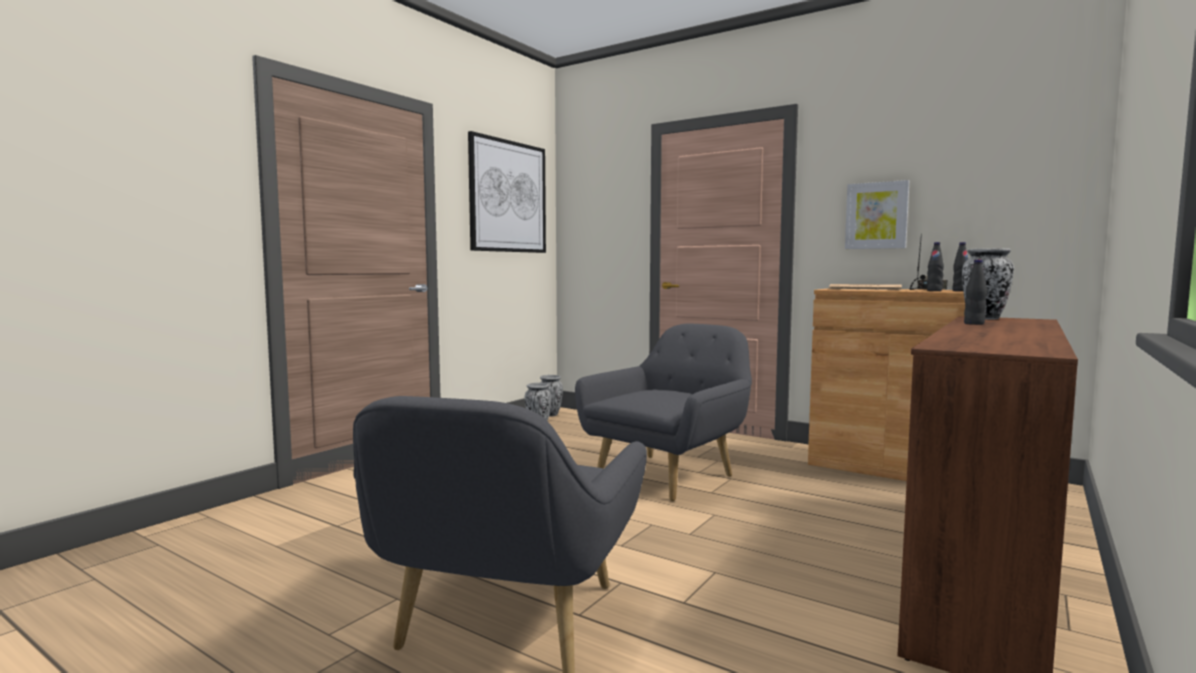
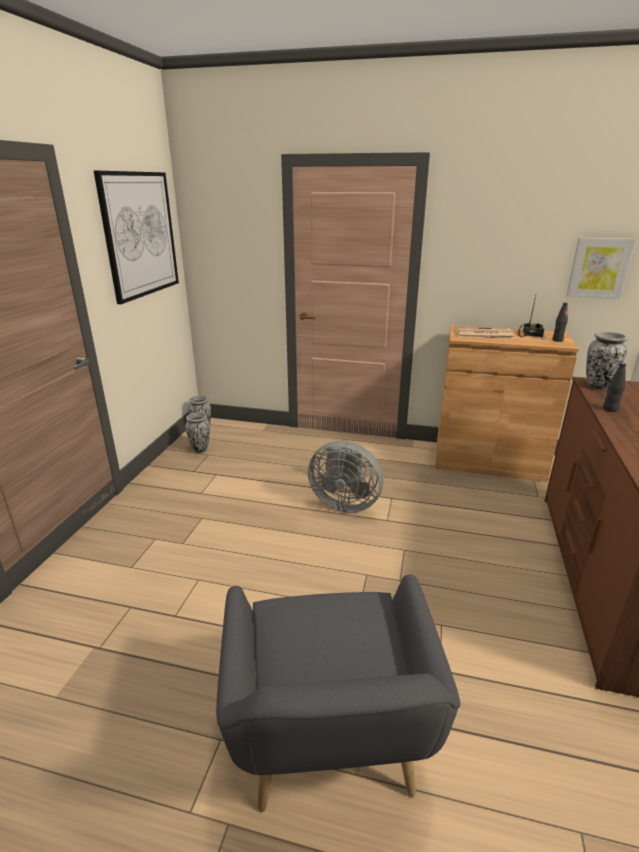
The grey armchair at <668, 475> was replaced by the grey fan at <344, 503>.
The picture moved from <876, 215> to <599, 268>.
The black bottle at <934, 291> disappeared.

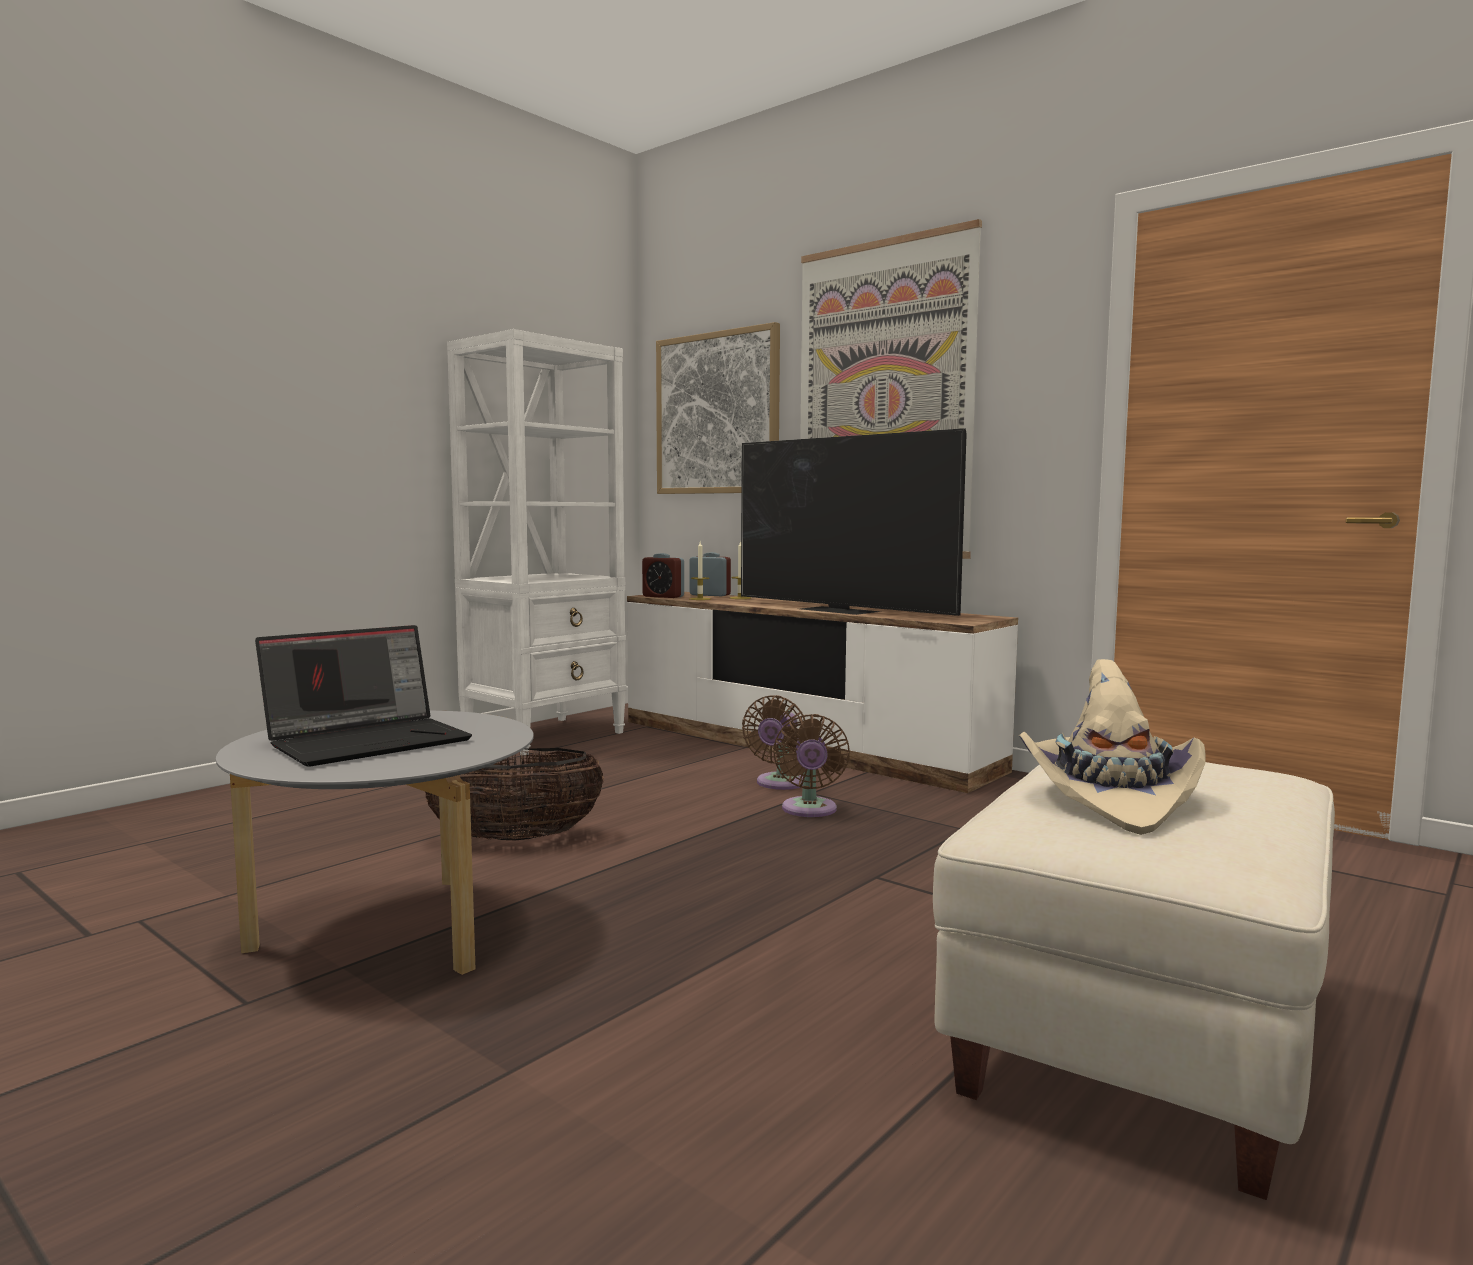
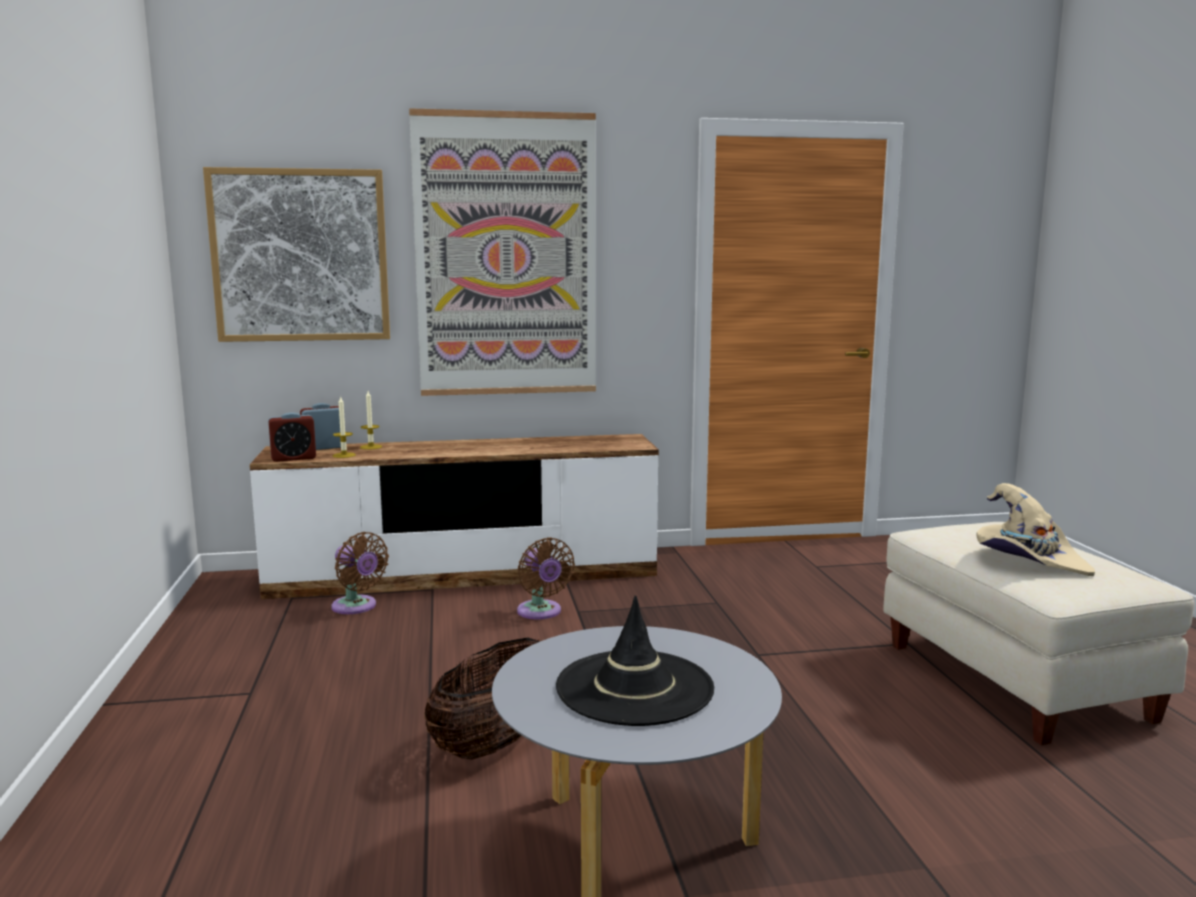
The brown fan moved from <809, 810> to <357, 607>.
The laptop at <370, 741> was replaced by the black hat at <634, 688>.
The white bookcase at <546, 736> disappeared.
The television at <840, 610> disappeared.

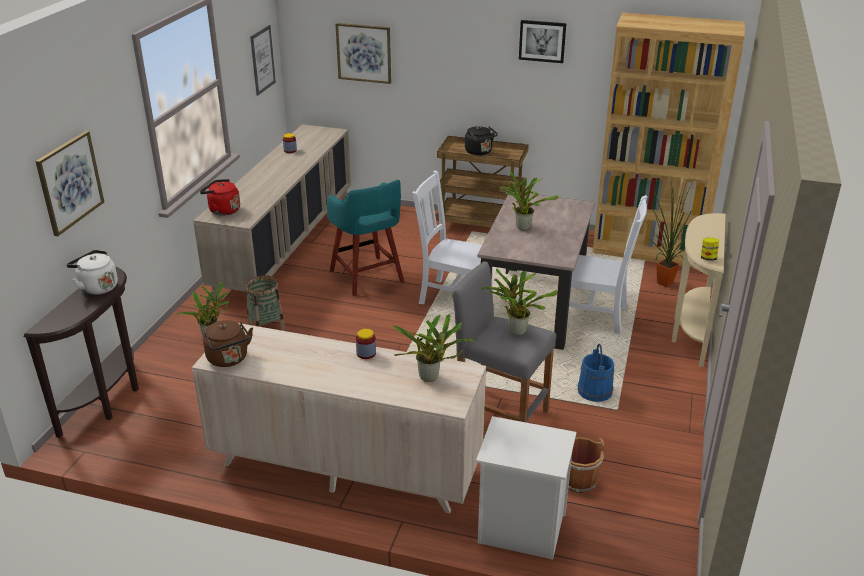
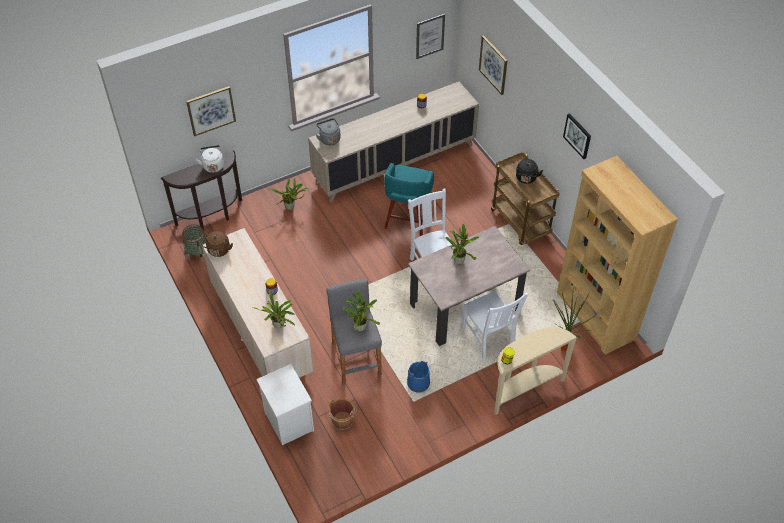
The basket moved from <266, 327> to <197, 253>.
The red kettle at <222, 210> became the grey kettle at <329, 139>.

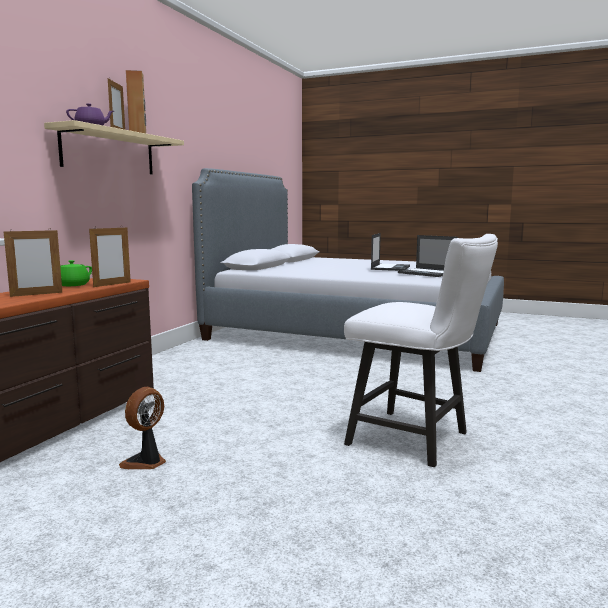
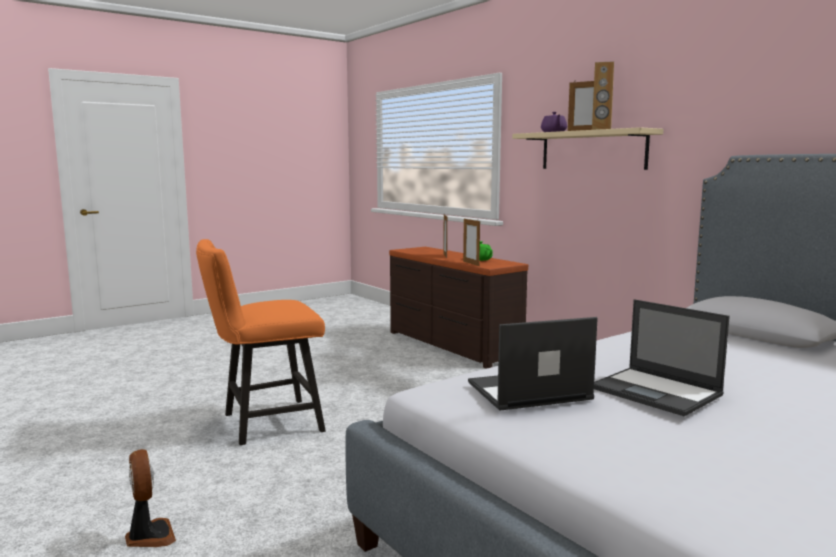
The fan moved from <146, 462> to <149, 536>.
The white chair at <416, 440> became the orange chair at <264, 423>.

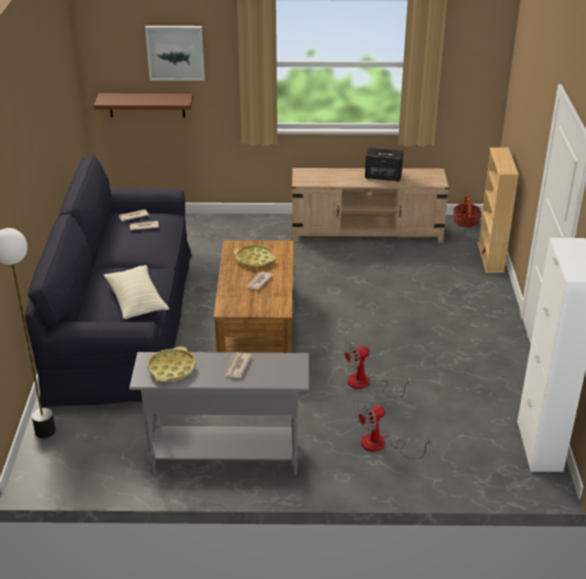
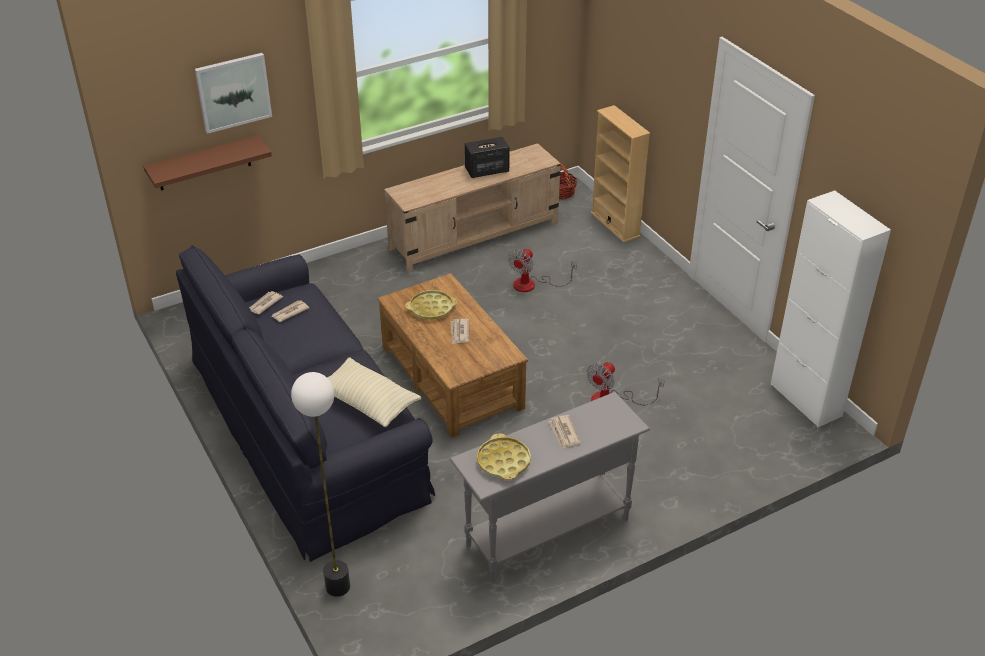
The fan moved from <382, 445> to <532, 284>.

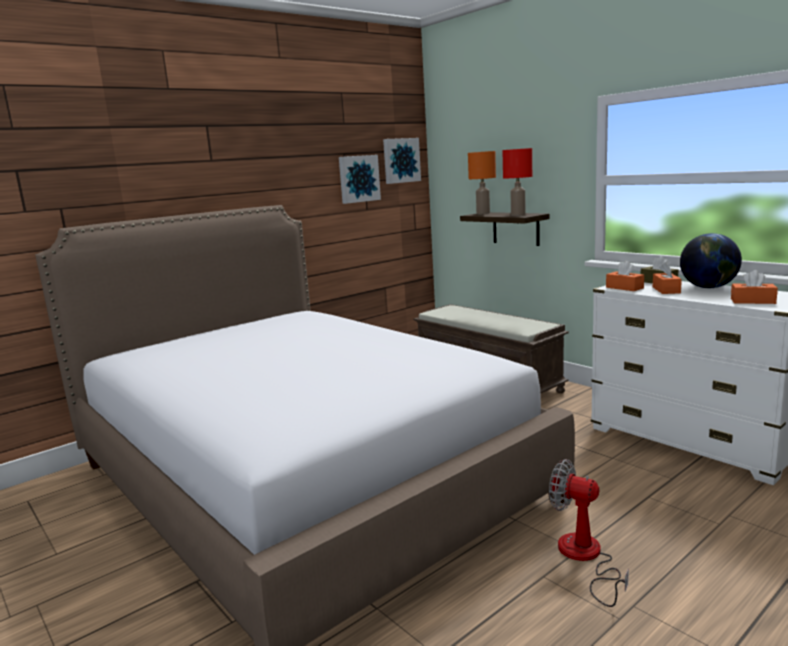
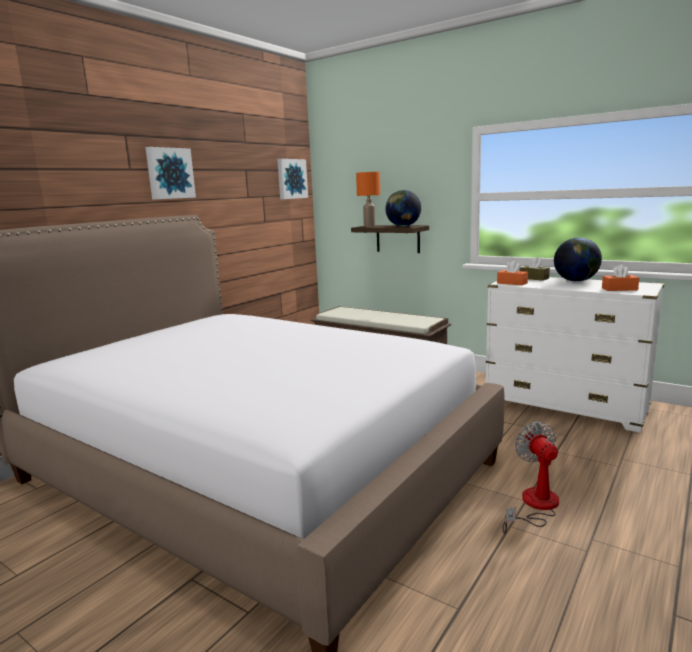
The picture moved from <358, 179> to <169, 173>.
The red table lamp at <517, 214> was replaced by the globe at <403, 226>.
The fan at <585, 558> turned 60 degrees clockwise.
The orange tissue box at <666, 290> disappeared.

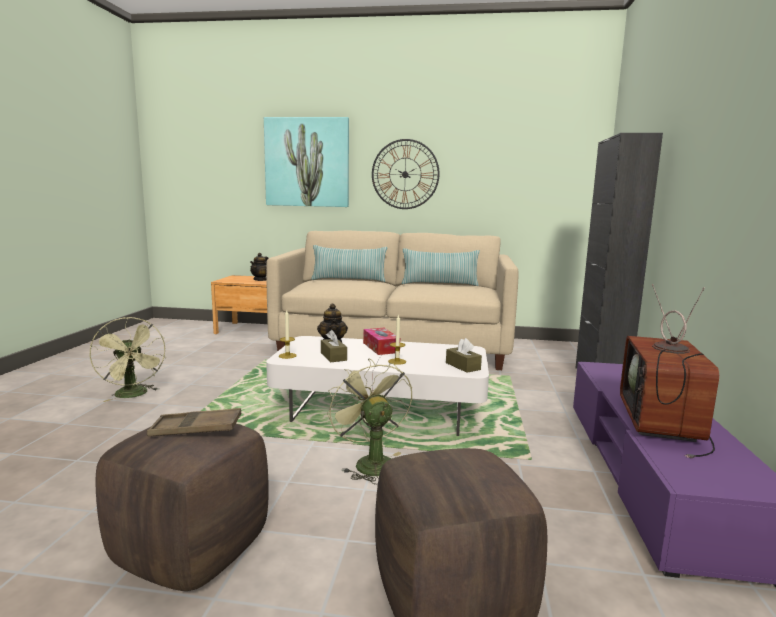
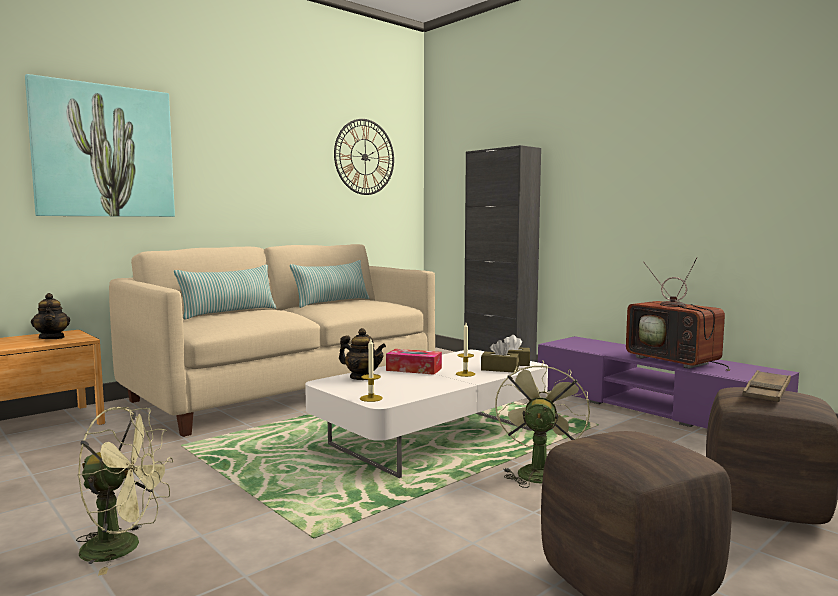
The wall clock moved from <405, 174> to <365, 157>.
The brown tissue box moved from <333, 356> to <499, 369>.
The green fan at <370, 462> turned 90 degrees clockwise.
The brown tray moved from <196, 429> to <766, 392>.

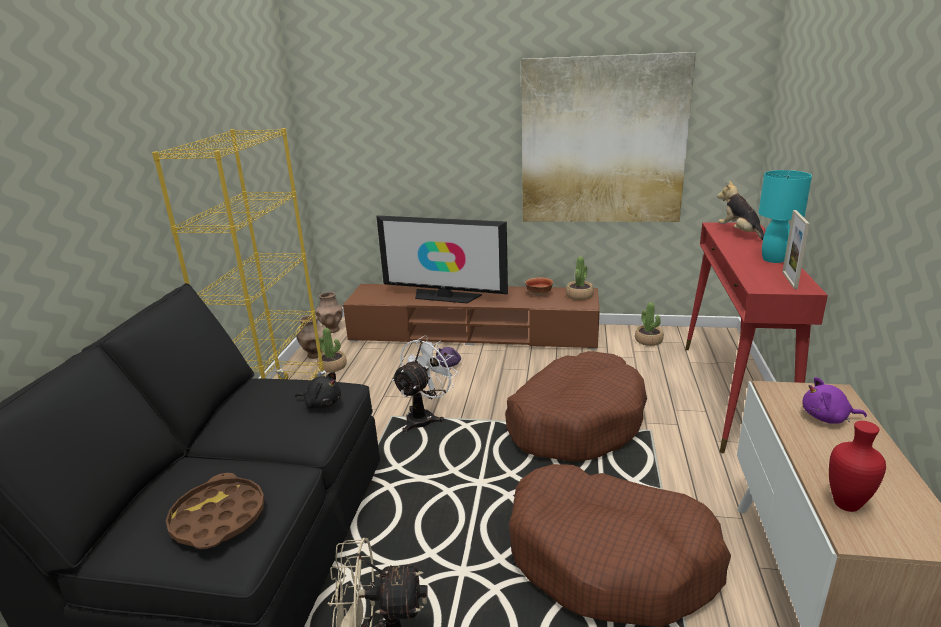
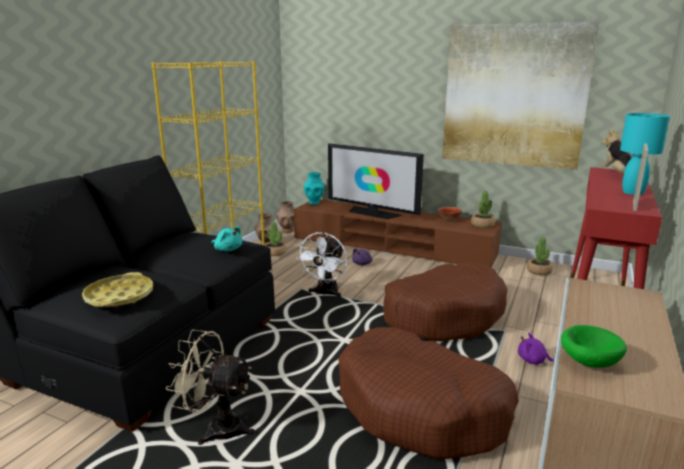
The brown tray at <218, 518> became the yellow tray at <119, 296>.
The black plush toy at <322, 403> became the turquoise plush toy at <227, 249>.
The white fan at <424, 417> turned 150 degrees clockwise.
The turquoise vase at <314, 203> appeared.
The purple plush toy moved from <827, 418> to <533, 361>.
The red vase at <844, 504> was replaced by the green bowl at <588, 361>.

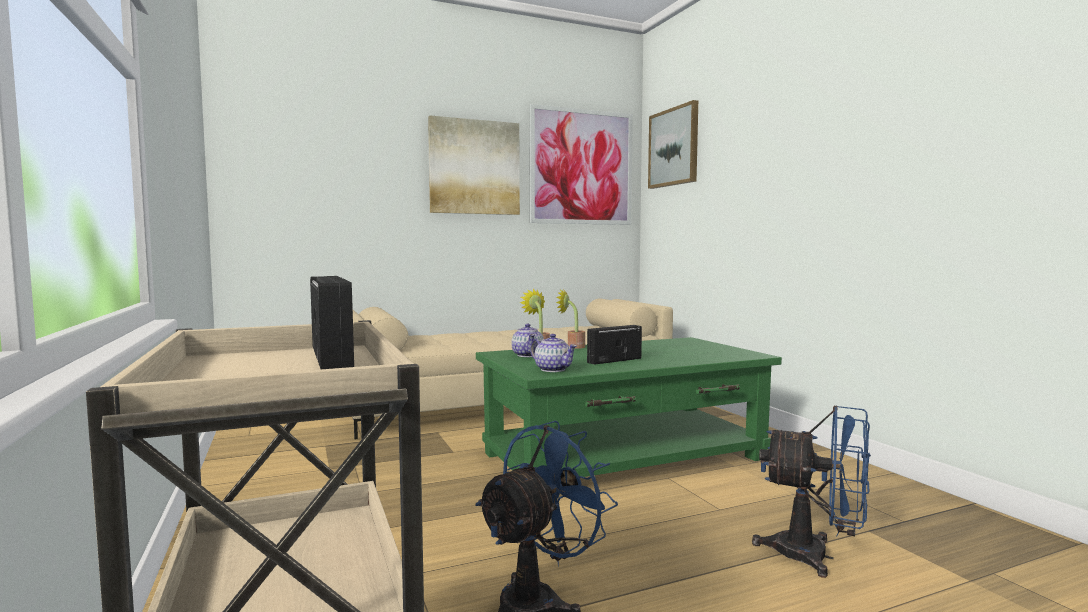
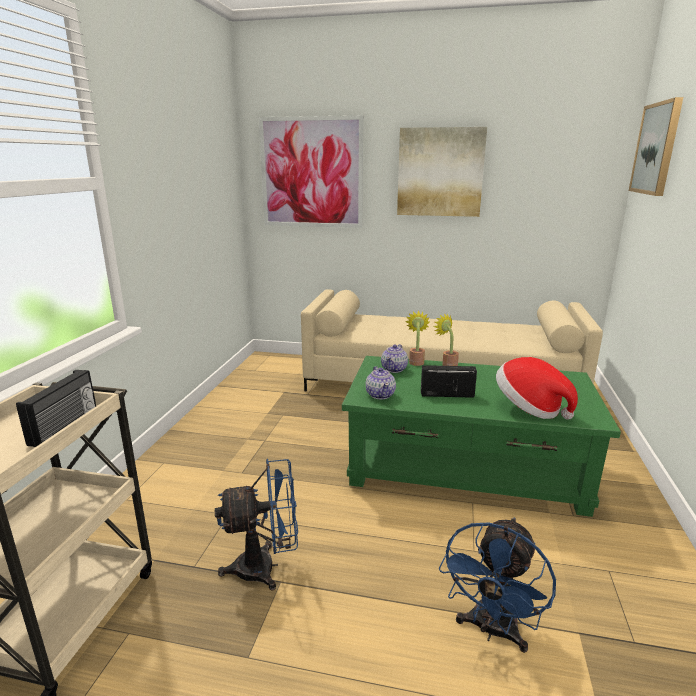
The picture moved from <581, 167> to <311, 173>.
The blue fan at <816, 556> turned 60 degrees clockwise.
The hat at <529, 408> appeared.

